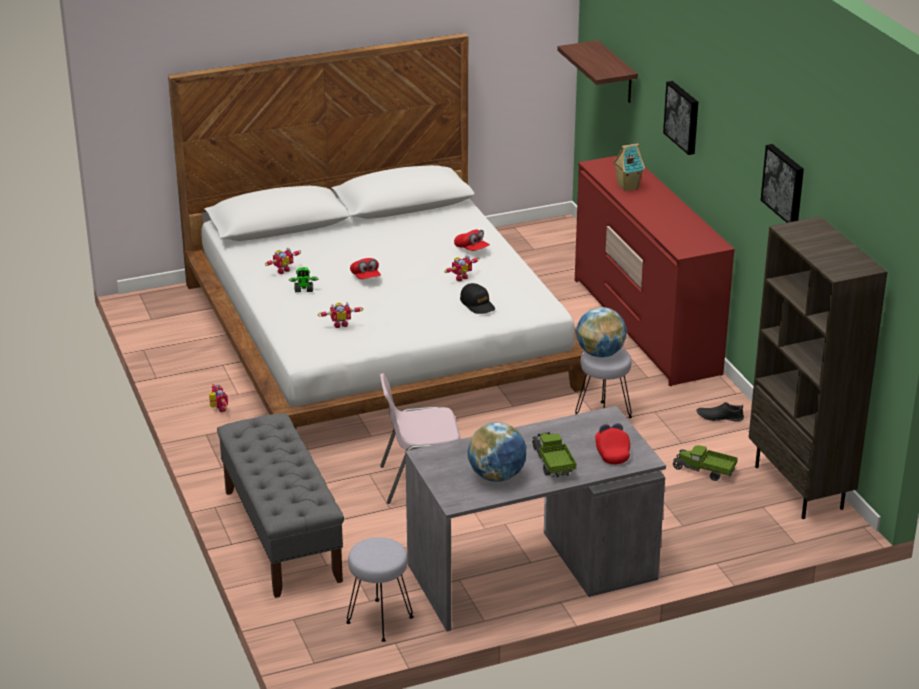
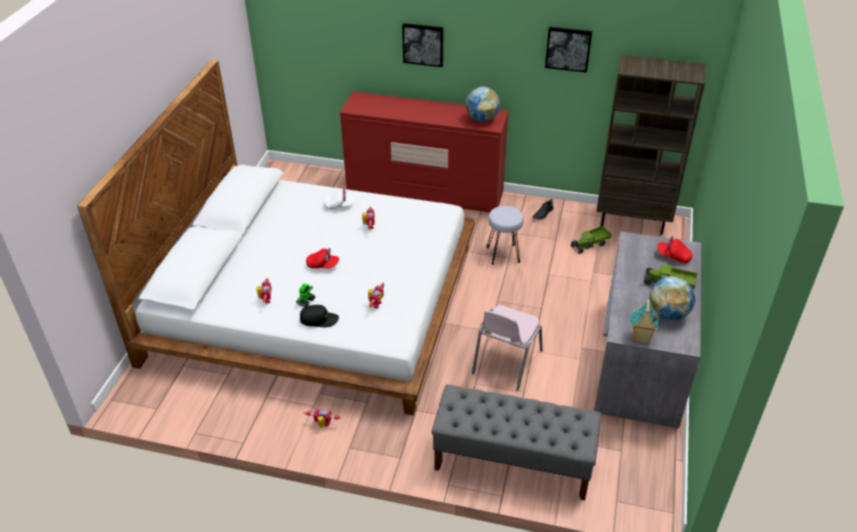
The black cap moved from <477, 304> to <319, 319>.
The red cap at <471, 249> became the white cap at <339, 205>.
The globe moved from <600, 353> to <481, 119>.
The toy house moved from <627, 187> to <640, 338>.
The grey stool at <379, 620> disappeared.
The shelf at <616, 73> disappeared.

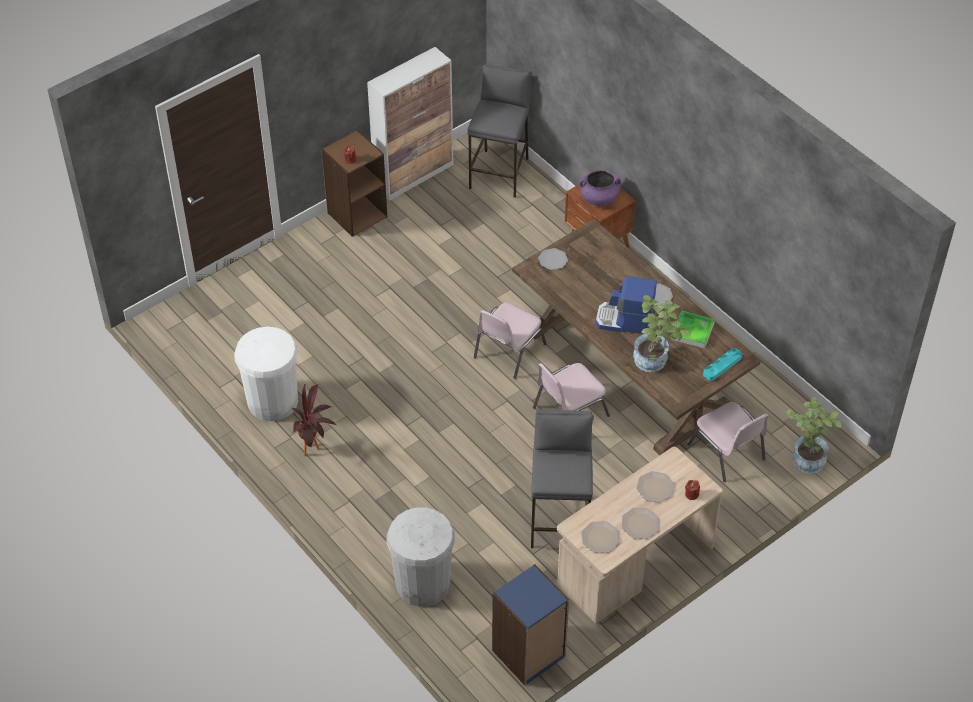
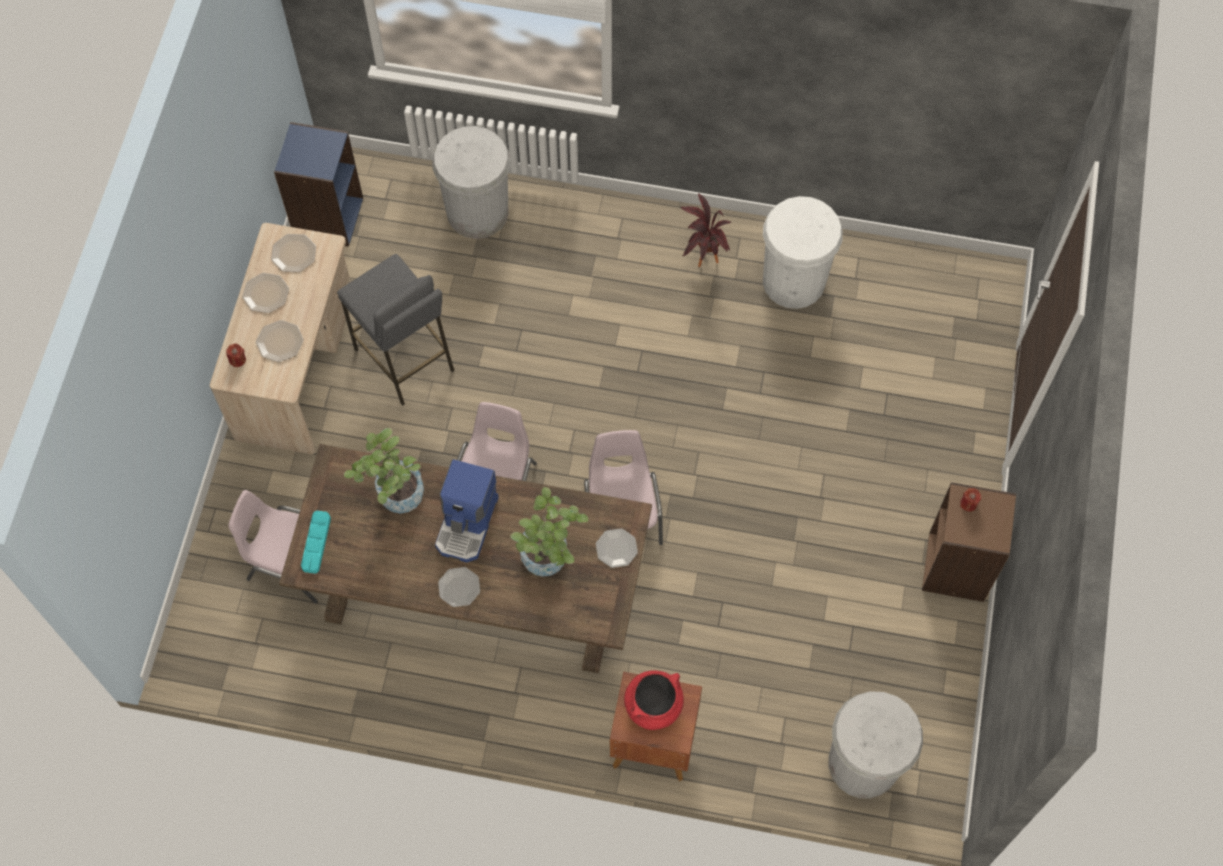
The coffee machine at <625, 321> turned 135 degrees clockwise.
The potted plant moved from <806, 456> to <549, 560>.
The purple cooking pot at <599, 198> became the red cooking pot at <653, 705>.
The grey stool at <500, 173> was replaced by the white trash can at <863, 763>.
The cabinet at <414, 175> disappeared.
The tray at <692, 331> disappeared.

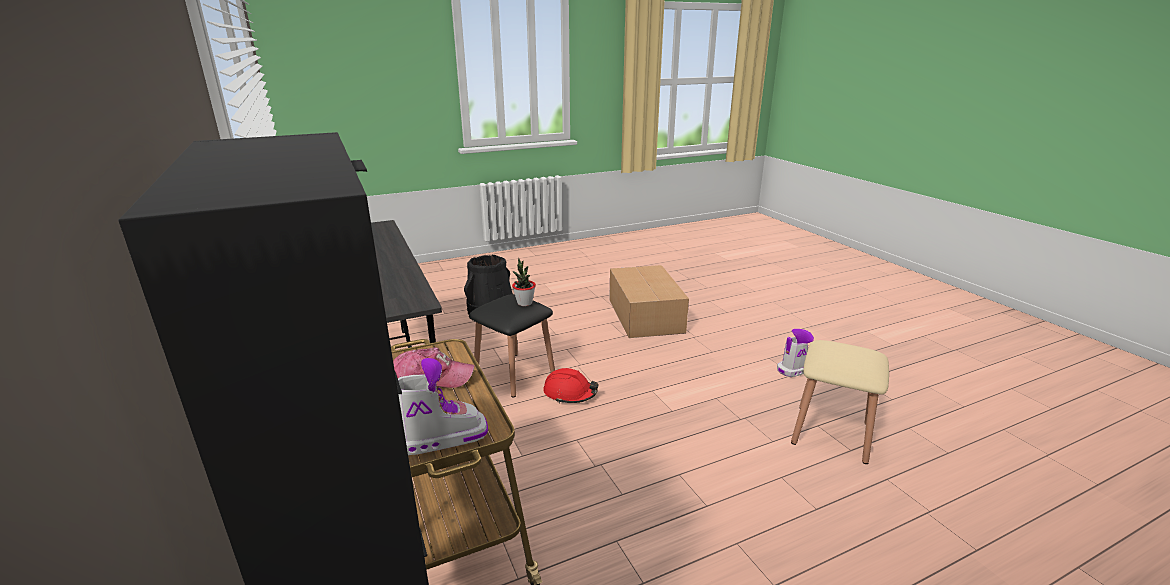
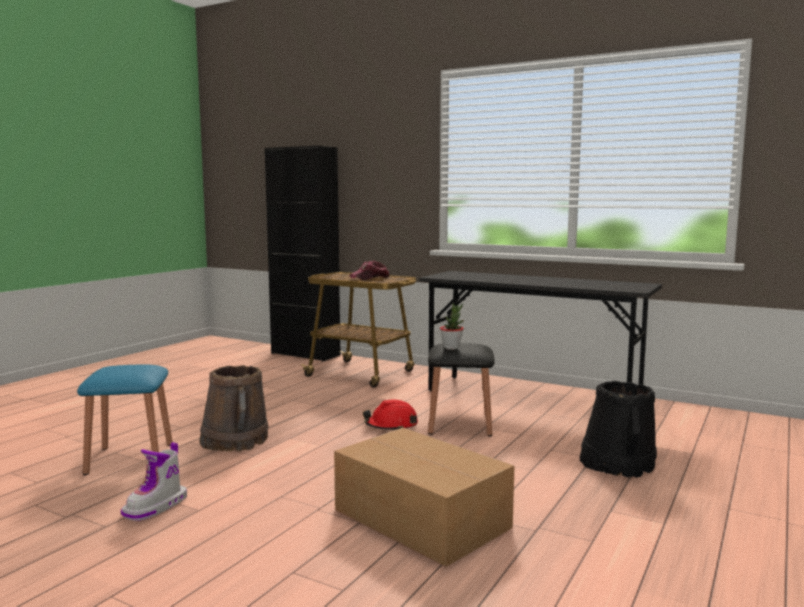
The beige stool at <831, 433> became the blue stool at <130, 458>.
The brown bucket at <235, 440> appeared.
The boot at <439, 437> disappeared.

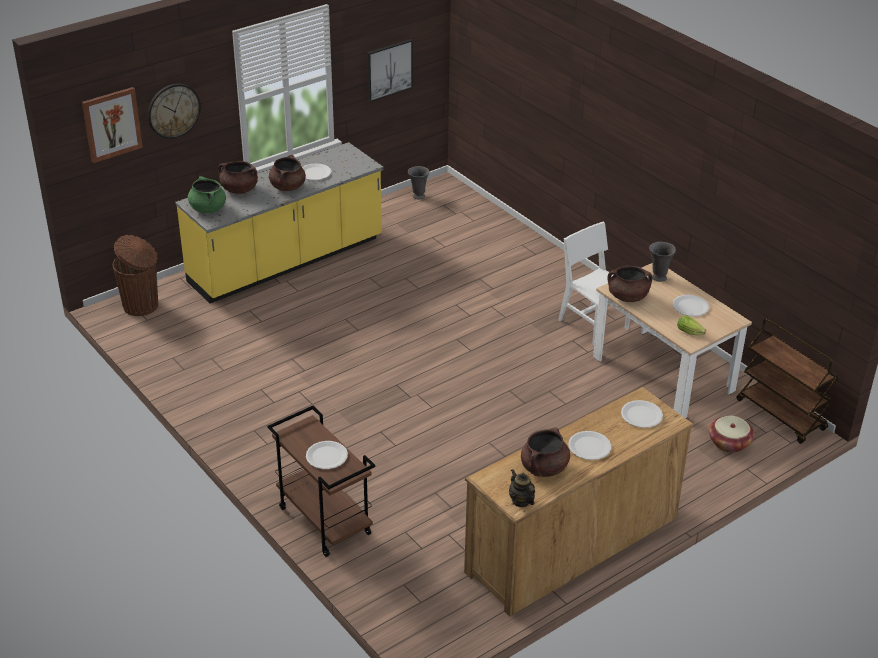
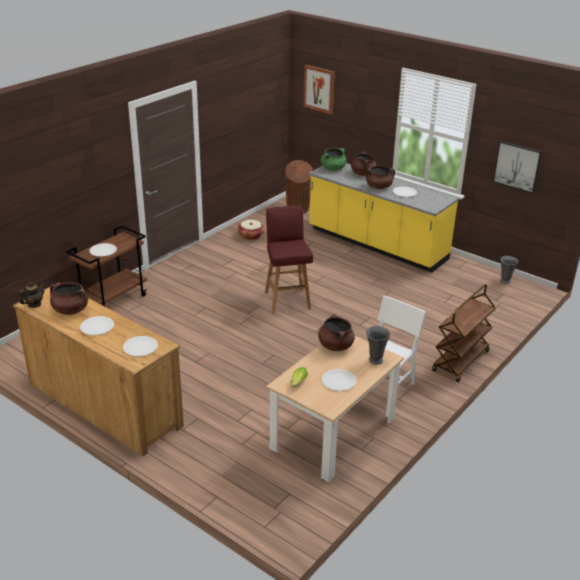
The basket moved from <729, 443> to <251, 235>.
The red stool at <287, 300> appeared.
The brown cart moved from <781, 415> to <461, 362>.
The wall clock at <173, 110> disappeared.

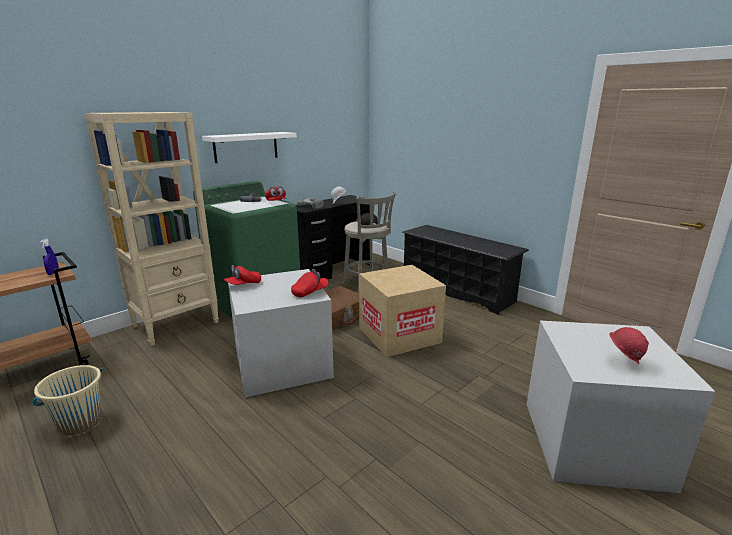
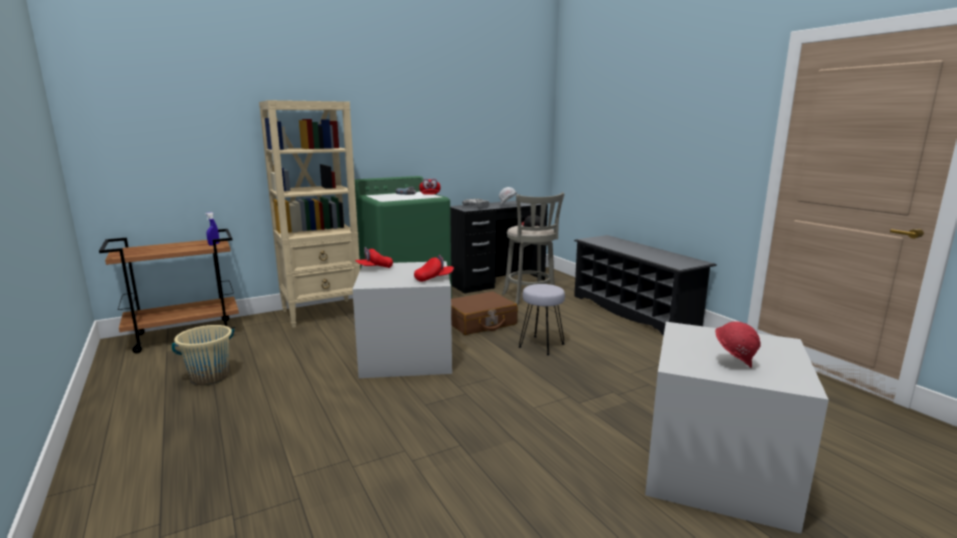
The cardboard box at <399, 335> was replaced by the grey stool at <542, 345>.
The white shelf at <246, 147> disappeared.

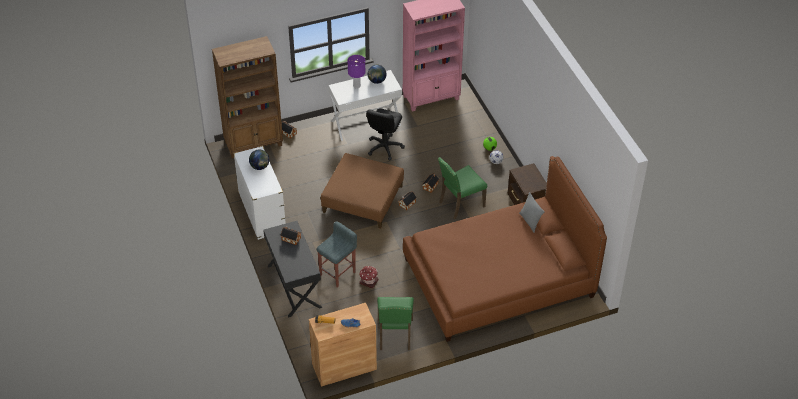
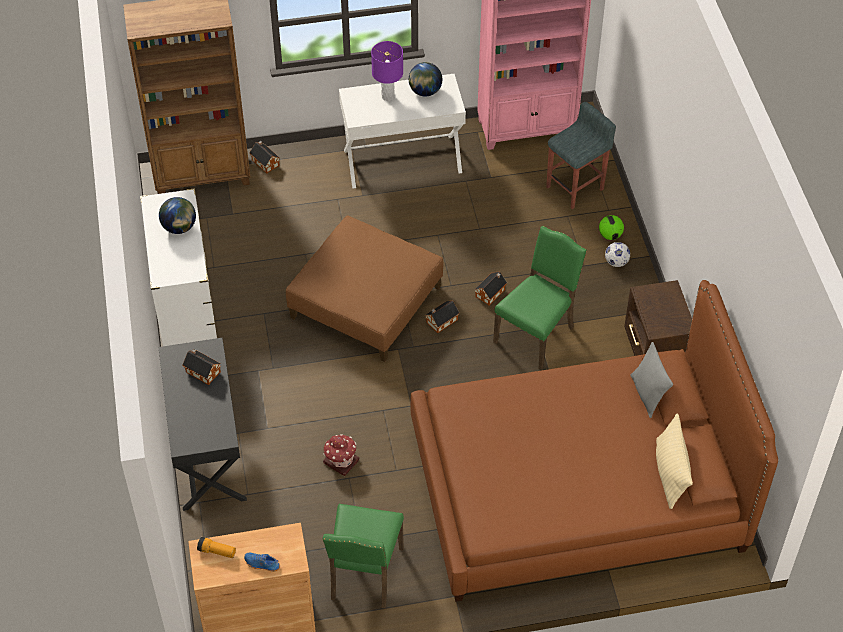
The green chair at <460, 204> turned 150 degrees clockwise.
The grey stool moved from <338, 273> to <575, 188>.
The beige pillow at <670, 473> appeared.
The black office chair at <384, 147> disappeared.

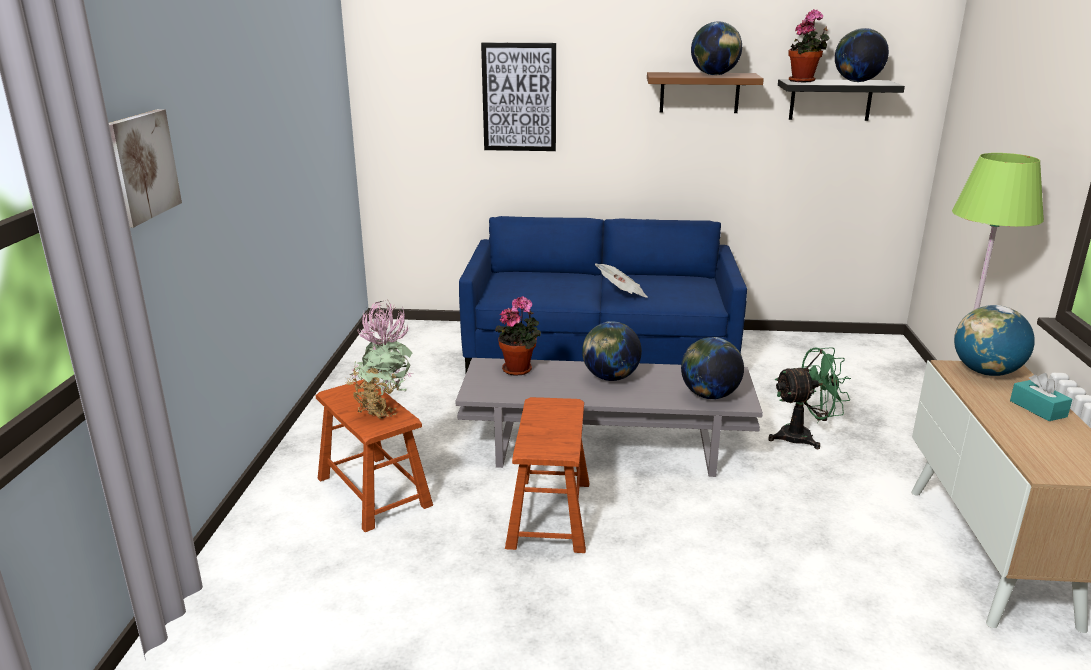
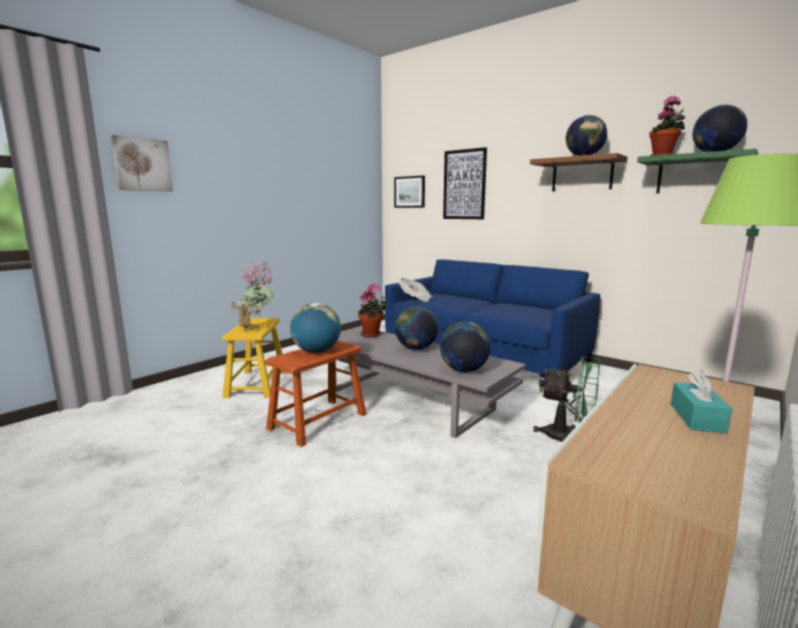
The brown stool at <373, 492> became the yellow stool at <257, 384>.
The globe moved from <986, 372> to <316, 351>.
The picture at <410, 192> appeared.
The newspaper moved from <621, 294> to <415, 299>.
The black shelf at <830, 100> became the green shelf at <696, 174>.

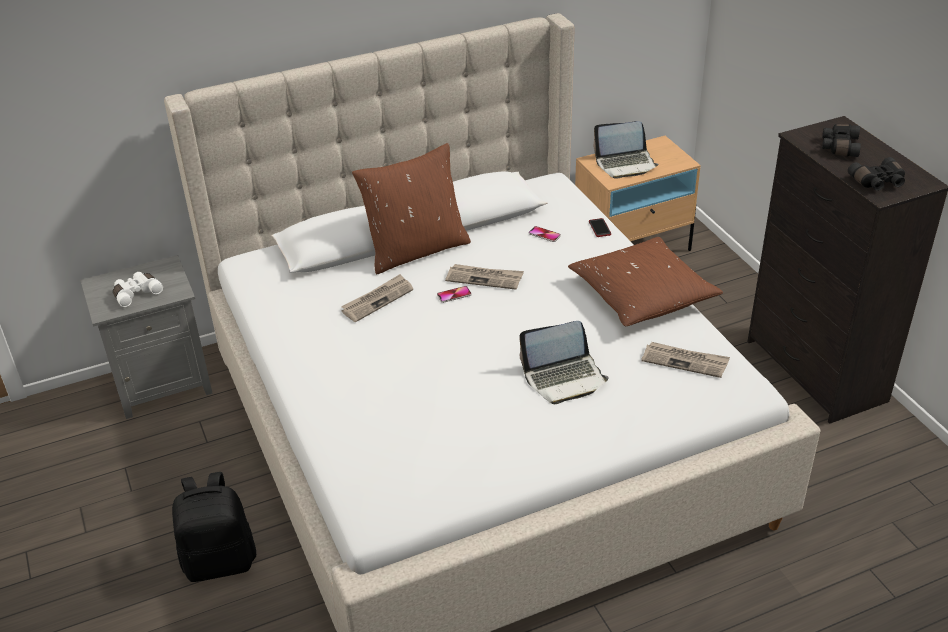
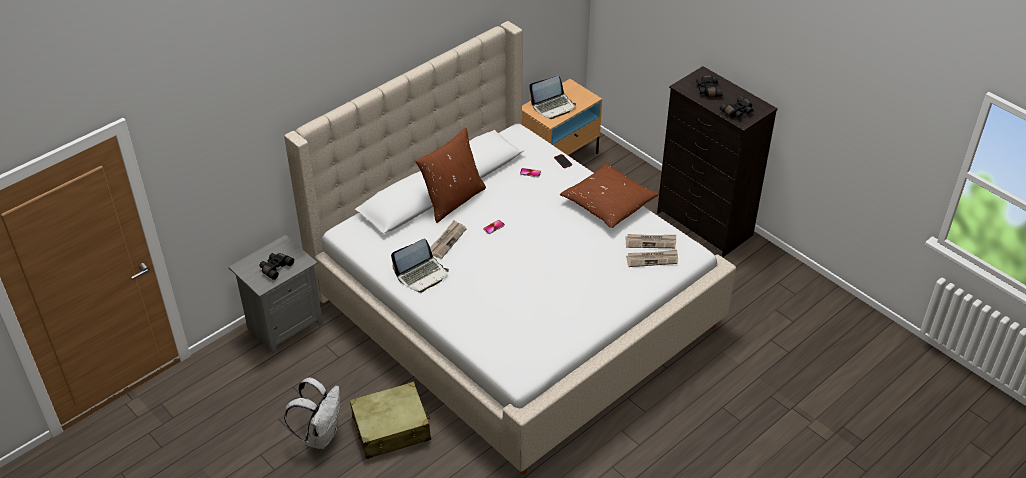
The white binoculars at <136, 293> became the black binoculars at <275, 268>.
The white backpack at <320, 435> appeared.
The black backpack at <220, 561> was replaced by the beige suitcase at <391, 428>.
The laptop moved from <564, 378> to <422, 275>.
The newspaper moved from <485, 278> to <652, 259>.

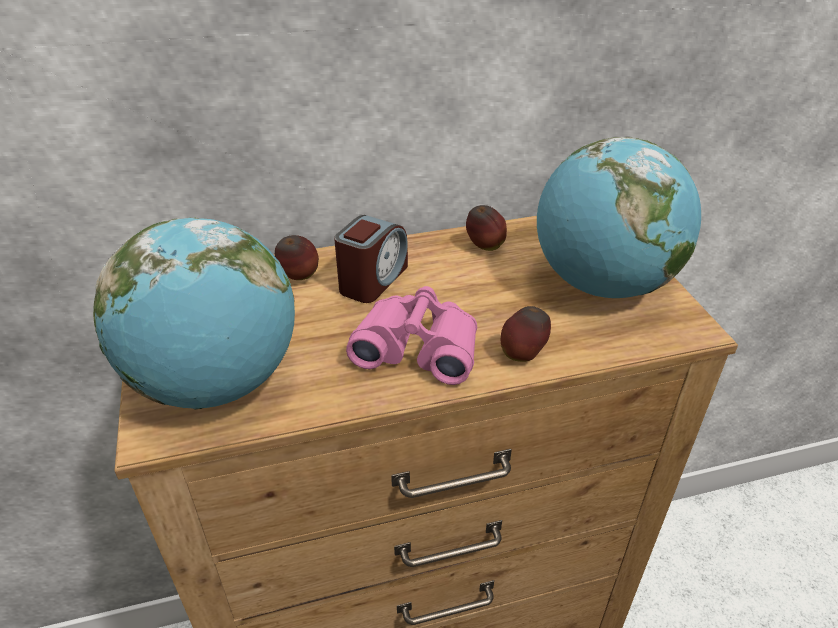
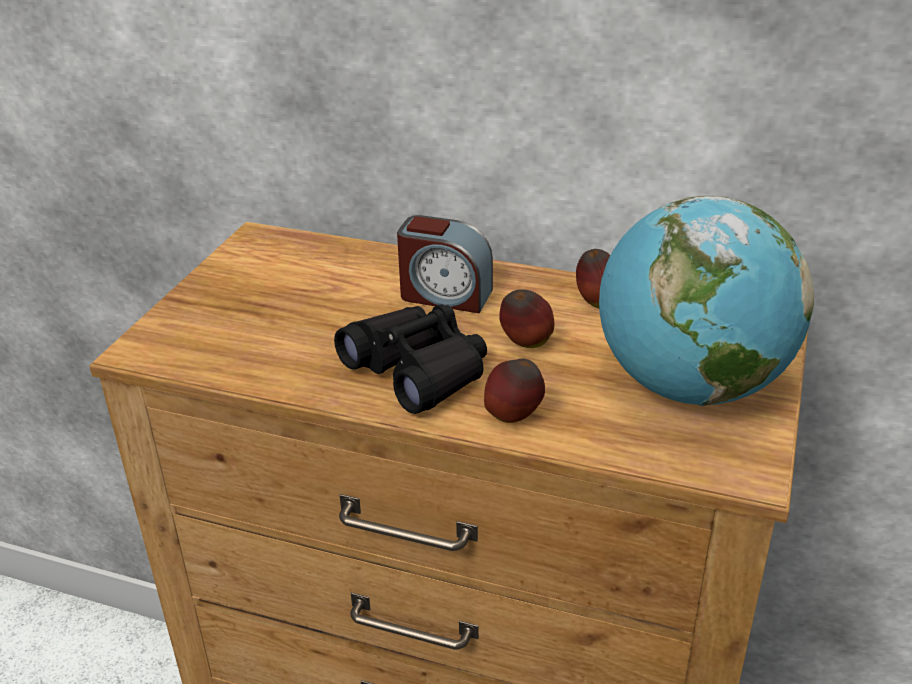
The pink binoculars at <418, 348> became the black binoculars at <418, 370>.
The alarm clock at <373, 280> turned 45 degrees clockwise.
The apple moved from <299, 278> to <526, 344>.
The globe at <217, 382> disappeared.

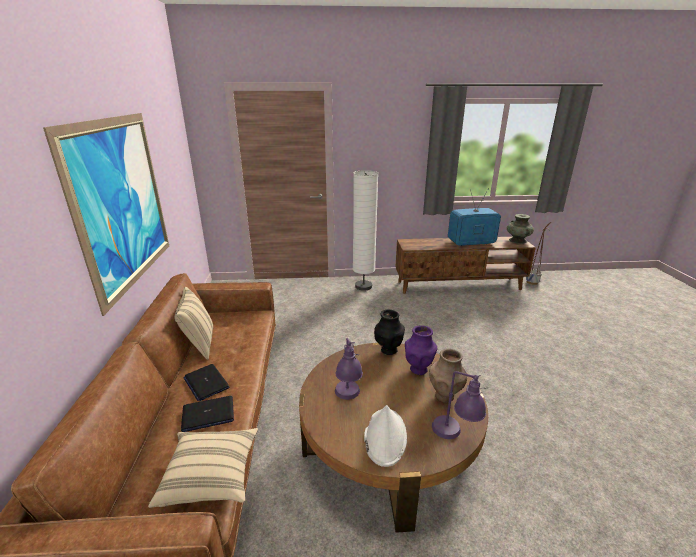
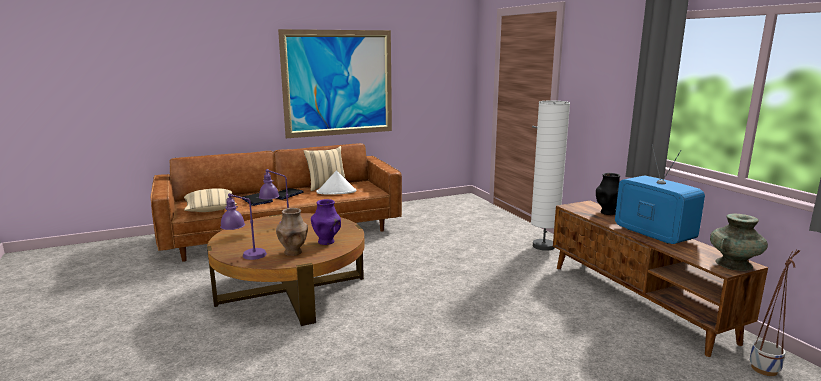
The white hat moved from <385, 436> to <336, 192>.
The black vase moved from <388, 350> to <607, 212>.

